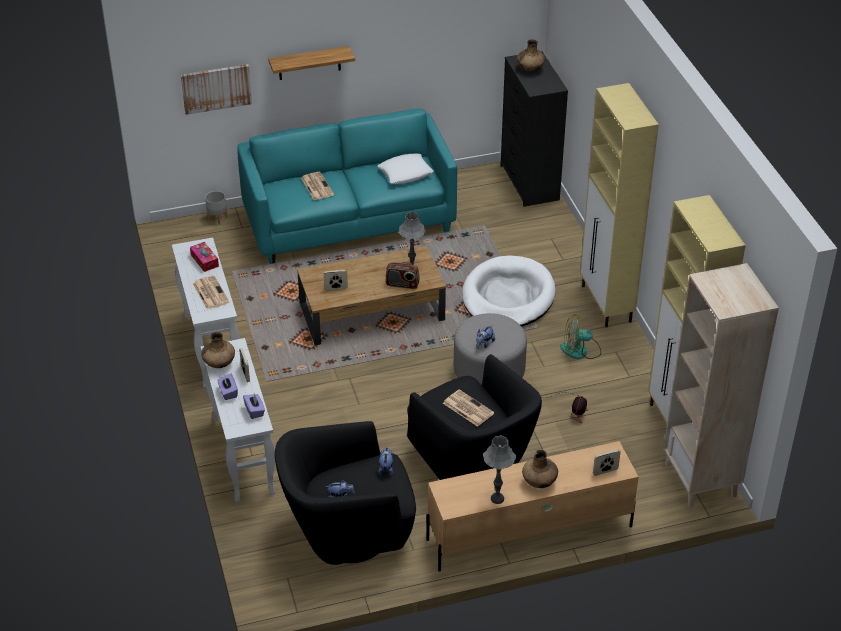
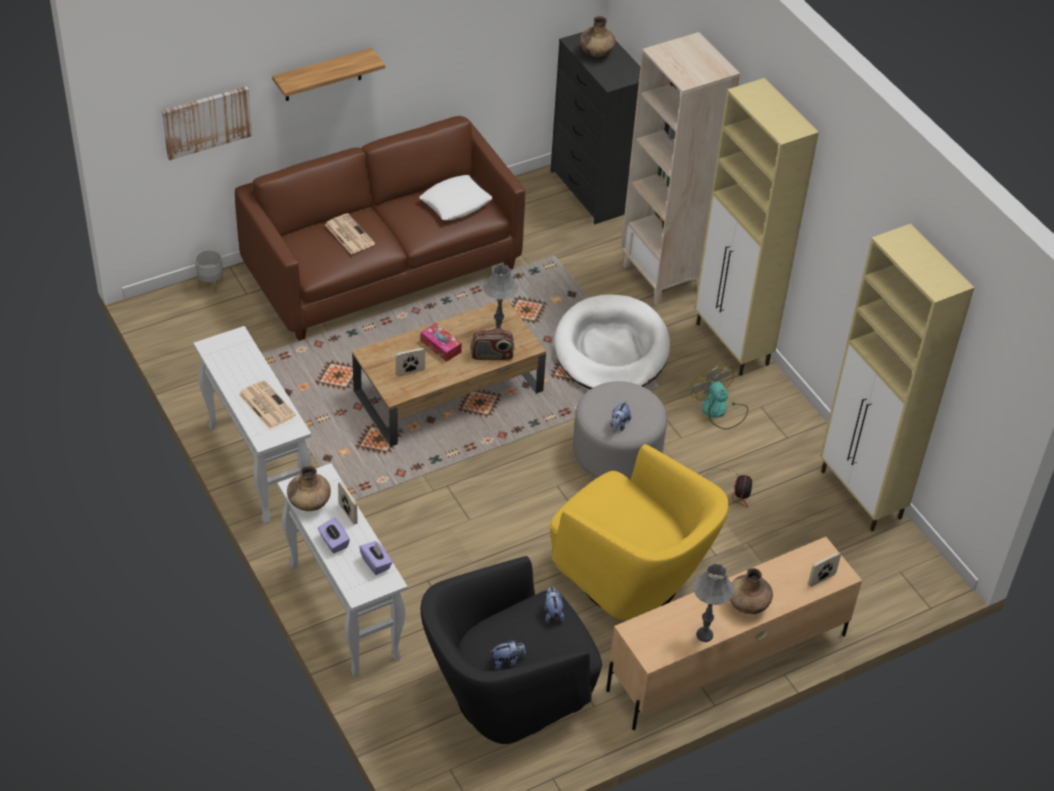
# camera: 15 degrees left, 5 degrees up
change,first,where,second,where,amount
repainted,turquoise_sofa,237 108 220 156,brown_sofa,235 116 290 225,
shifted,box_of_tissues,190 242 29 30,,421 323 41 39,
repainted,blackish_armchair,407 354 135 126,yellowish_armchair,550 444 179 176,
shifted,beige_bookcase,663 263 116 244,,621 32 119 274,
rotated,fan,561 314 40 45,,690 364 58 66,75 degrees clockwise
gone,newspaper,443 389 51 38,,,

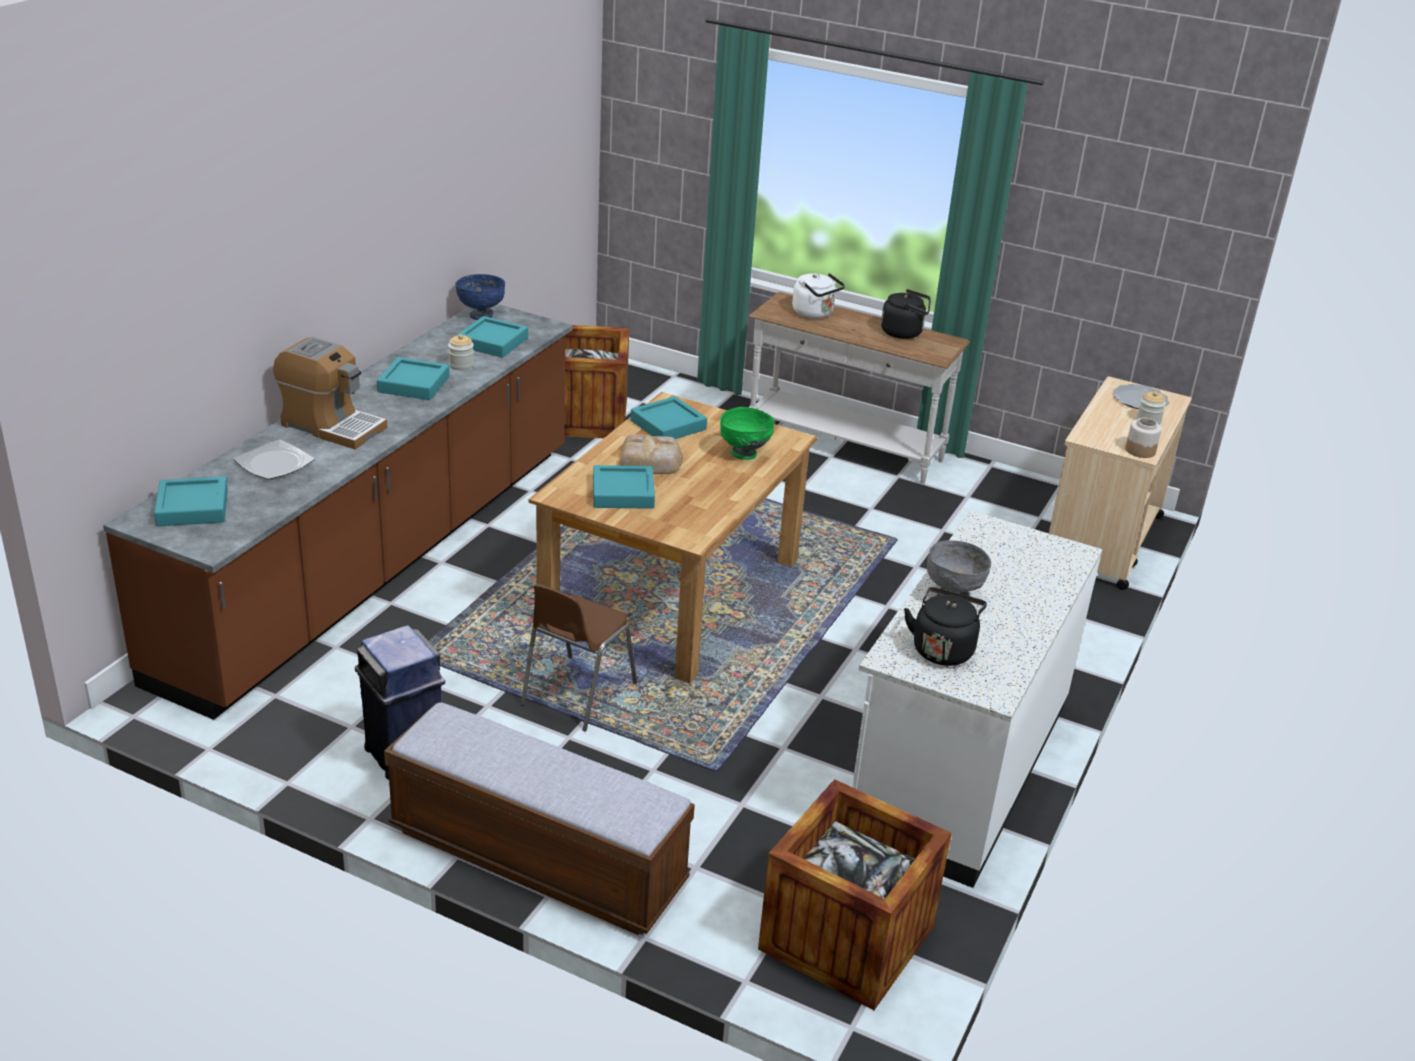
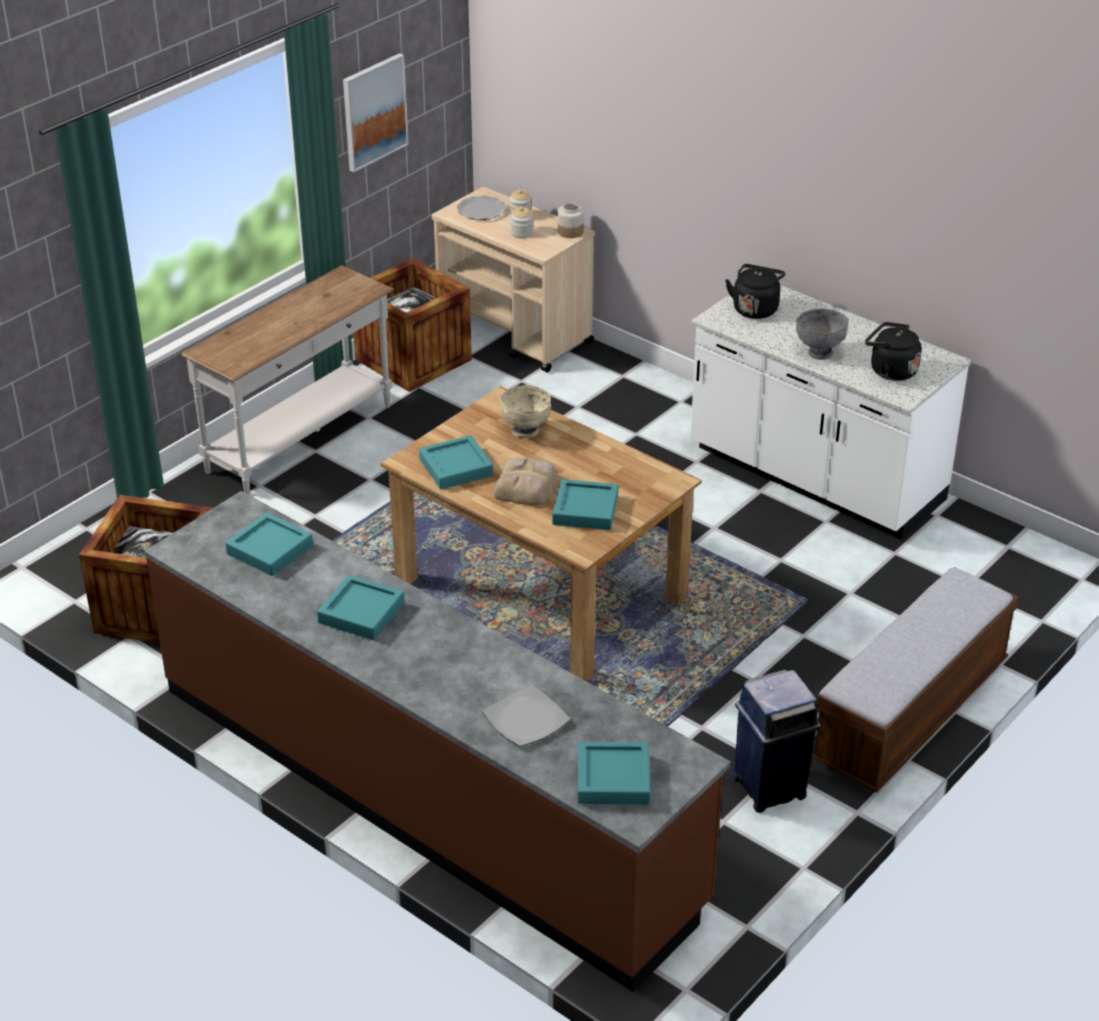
# camera: 75 degrees left, 5 degrees up
change,first,where,second,where,amount
new,,,wall_art,343 53 66 119,
shifted,packing_crate,758 779 194 231,,353 258 119 134,
repainted,green_serving_bowl,720 407 55 53,beige_serving_bowl,500 385 51 53,
shifted,jar,448 334 26 37,,511 207 22 32,
shifted,blackish_kettle,881 289 50 50,,725 264 60 55,
gone,coffee_brewer,273 337 115 113,,,
gone,blue-coloured_serving_bowl,455 274 50 46,,,
gone,brown_upright_chair,521 584 116 147,,,
gone,white_kettle,792 273 53 46,,,

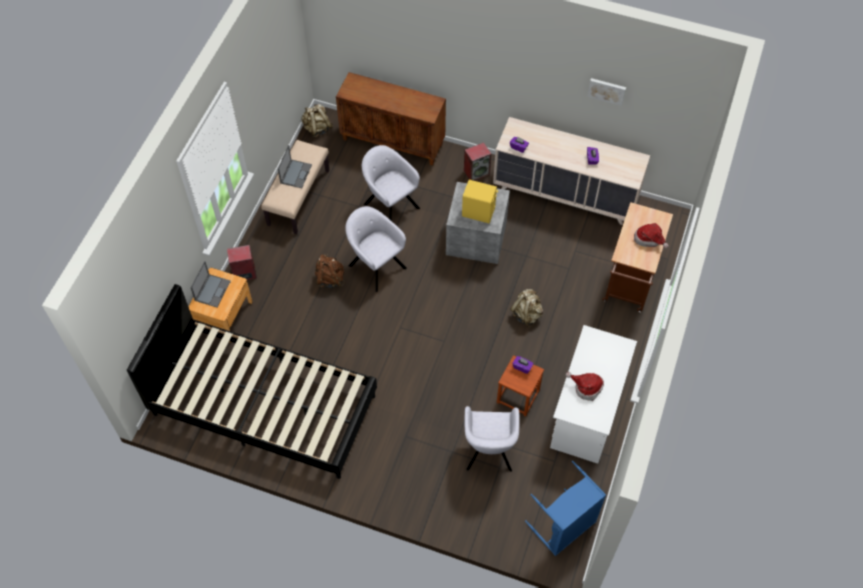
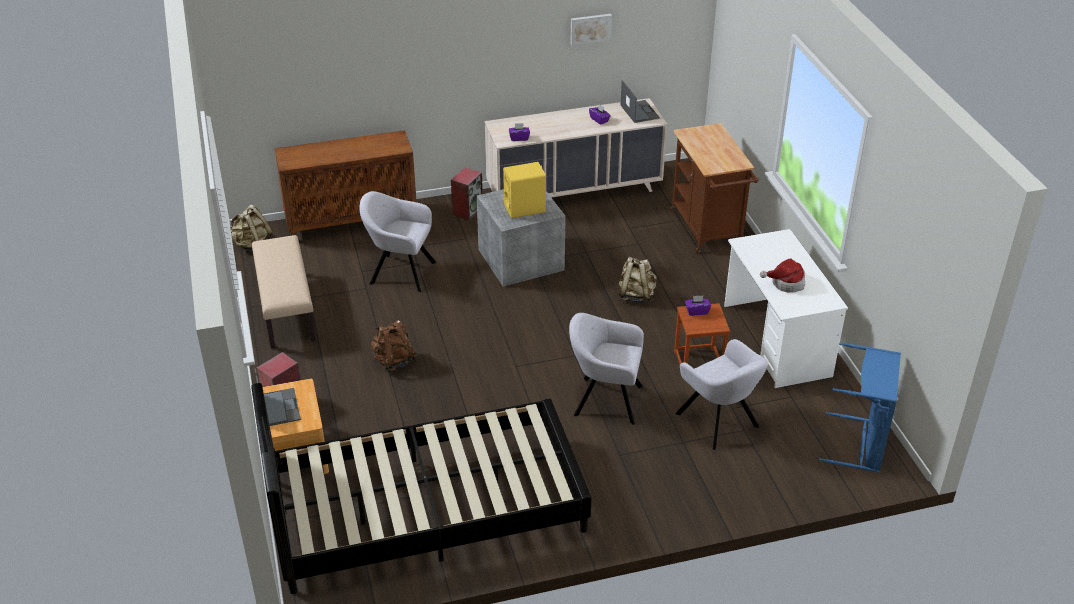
# camera: 35 degrees left, 20 degrees down
change,first,where,second,where,amount
shifted,gray_armchair,345 206 62 86,,569 313 75 112,
shifted,portable_computer,278 145 34 43,,620 80 40 43,
gone,hat,634 223 35 25,,,

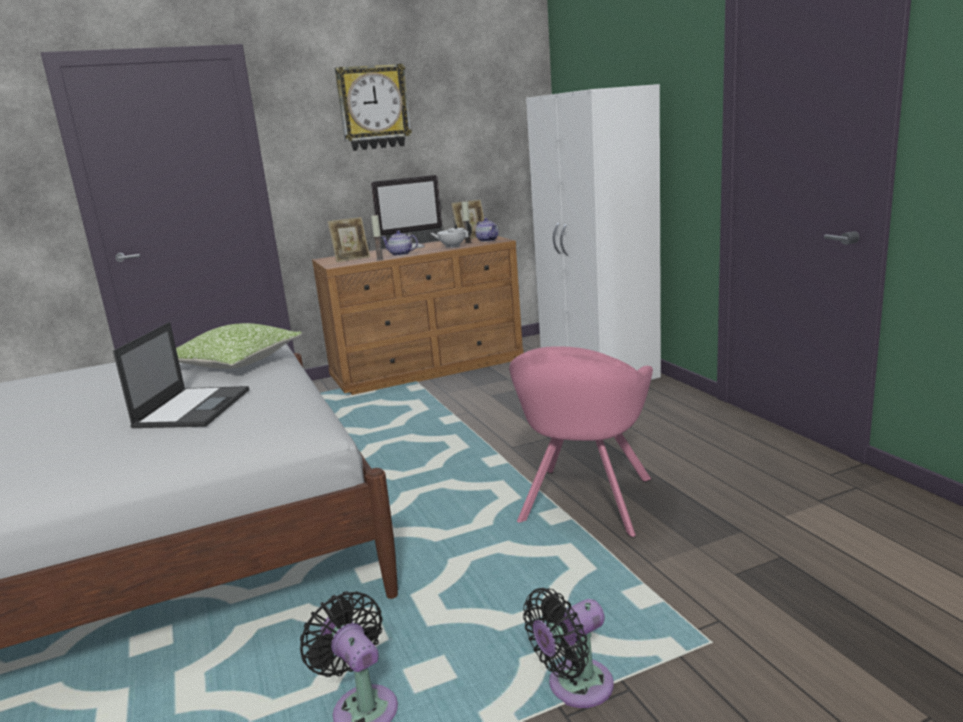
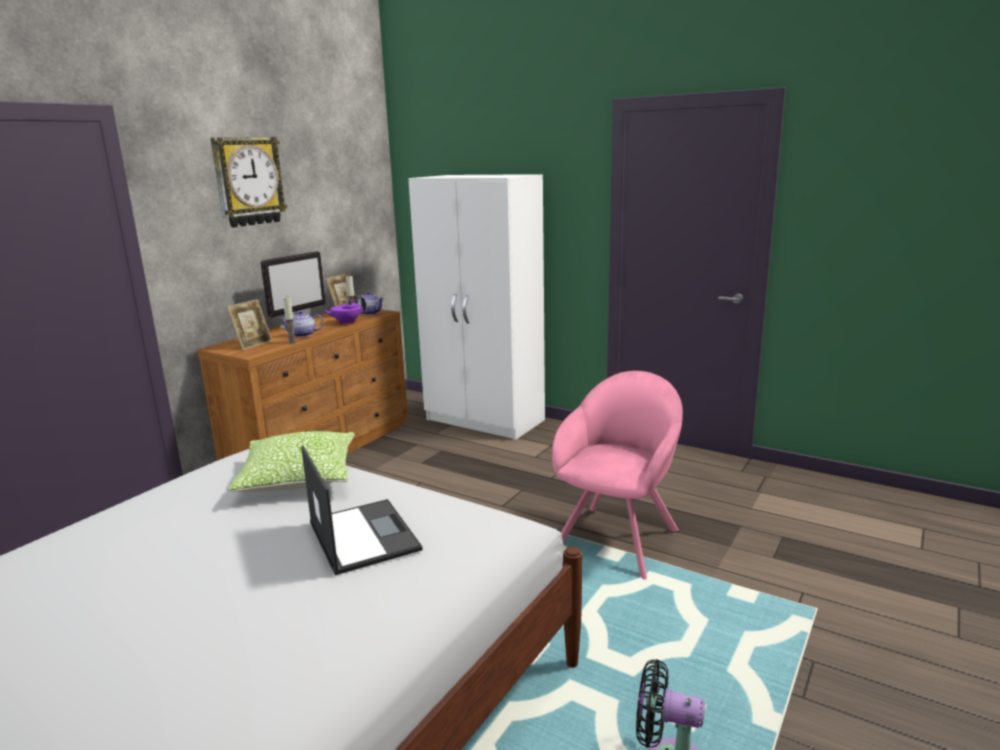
# camera: 35 degrees left, 0 degrees up
change,first,where,second,where,amount
repainted,white_teapot,430 220 42 28,purple-coloured_teapot,322 296 44 28,
rotated,pink-coloured_armchair,509 346 144 191,,552 371 131 209,135 degrees counterclockwise
gone,blackish_fan,523 588 91 120,,,

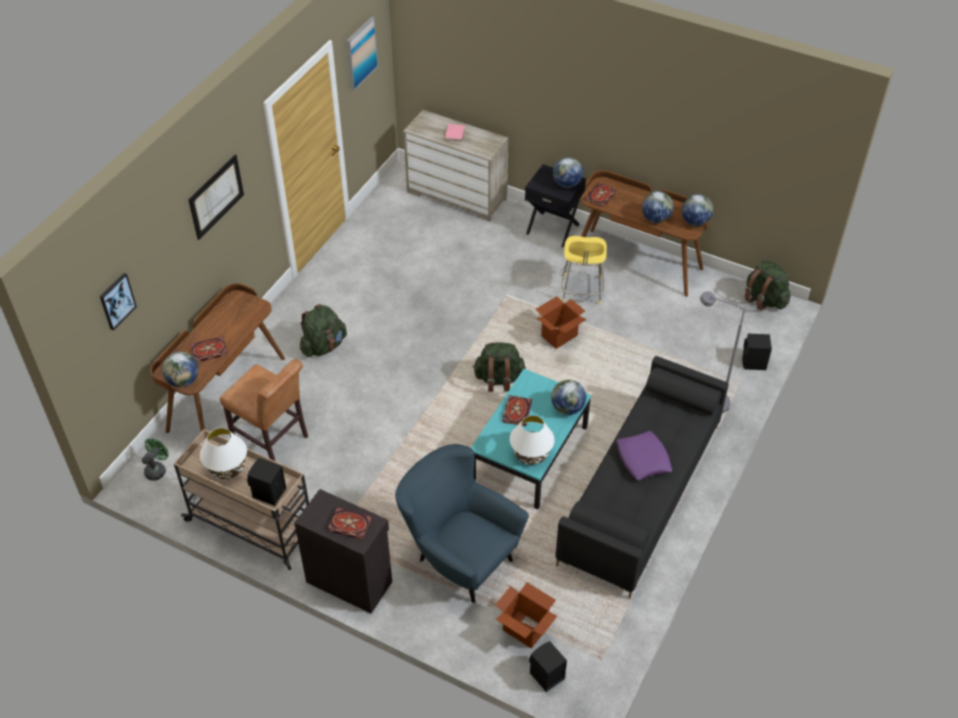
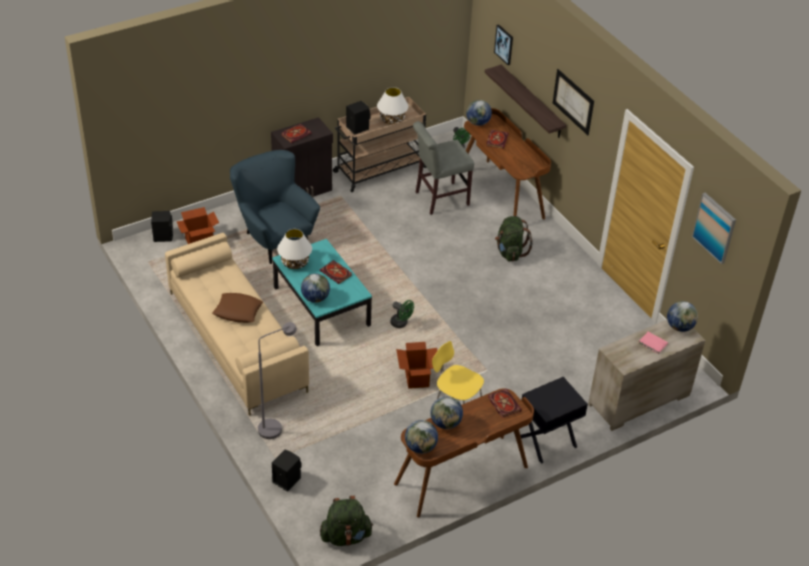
# camera: 120 degrees right, 5 degrees down
change,first,where,second,where,amount
repainted,blackish_sofa,555 356 174 243,beige_sofa,165 233 144 183,
repainted,purple-coloured_throw_pillow,617 431 55 49,brown_throw_pillow,212 293 51 30,
rotated,blue-coloured_armchair,395 444 134 159,,230 150 90 114,105 degrees counterclockwise
swapped,green_backpack,473 342 53 50,green_fan,390 300 24 28,
repainted,brown_upright_chair,220 359 88 102,gray_upright_chair,413 121 61 94,
new,,,wall_shelf,485 65 81 73,
shifted,world_globe,553 157 30 31,,667 301 31 31,

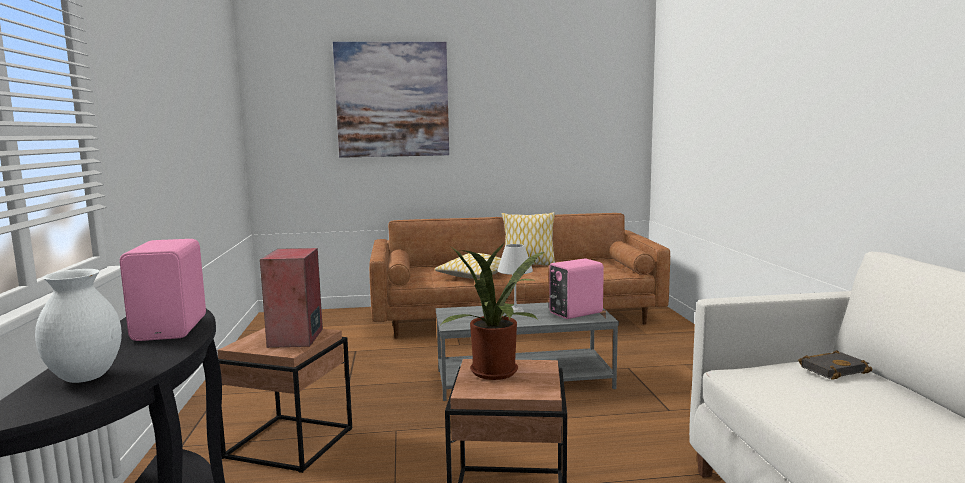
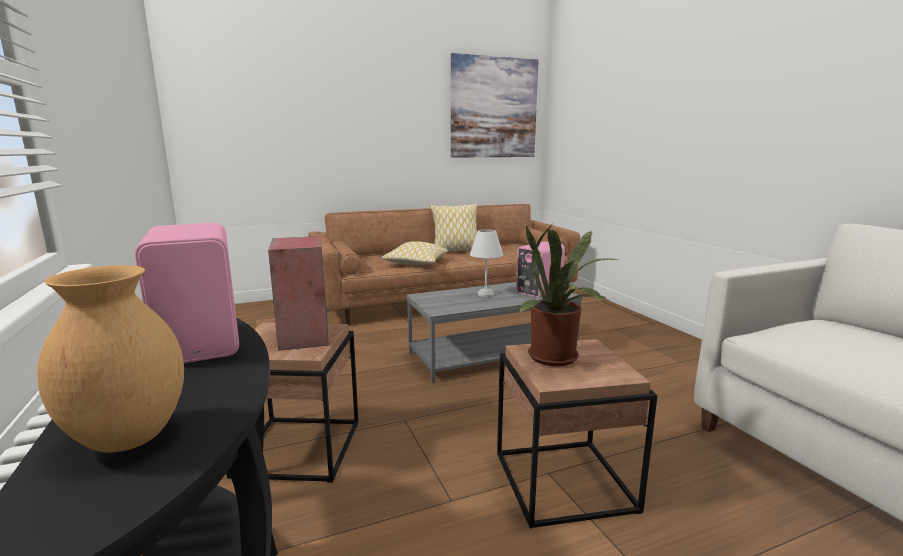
# camera: 15 degrees left, 5 degrees up
change,first,where,second,where,amount
repainted,white_vase,35 269 87 114,brown_vase,37 265 147 188,
shifted,wall_art,333 42 116 116,,451 53 88 105,
gone,blackish_bound_book,798 350 75 30,,,

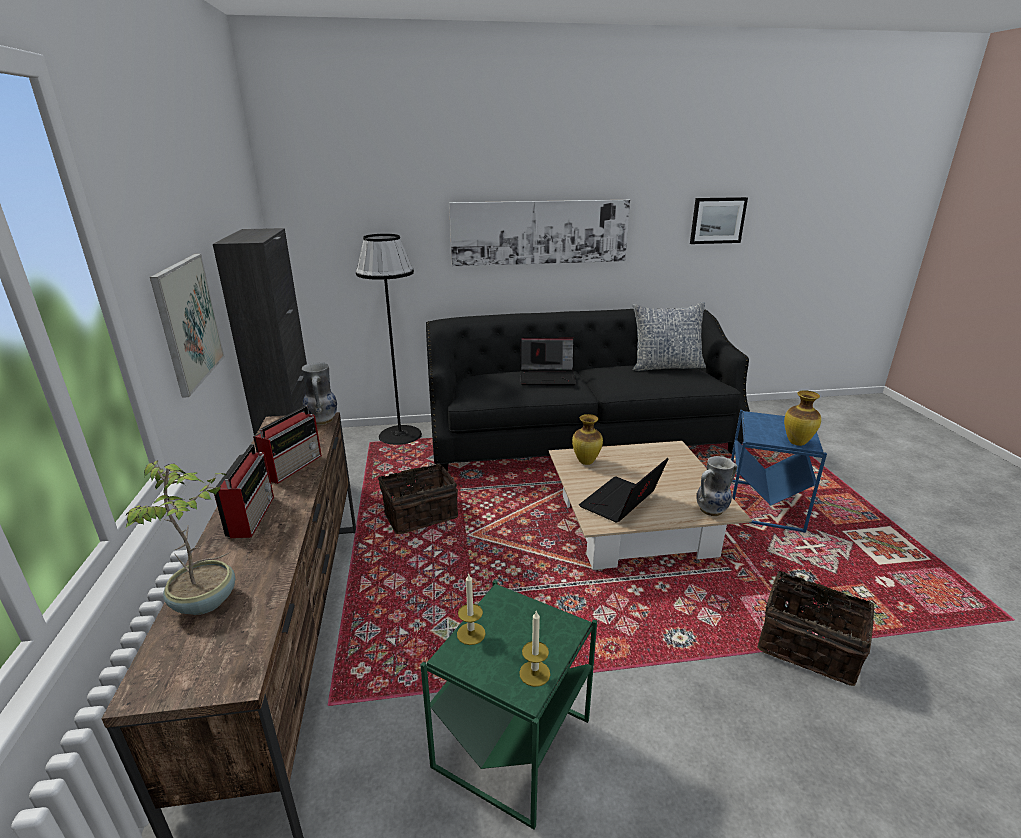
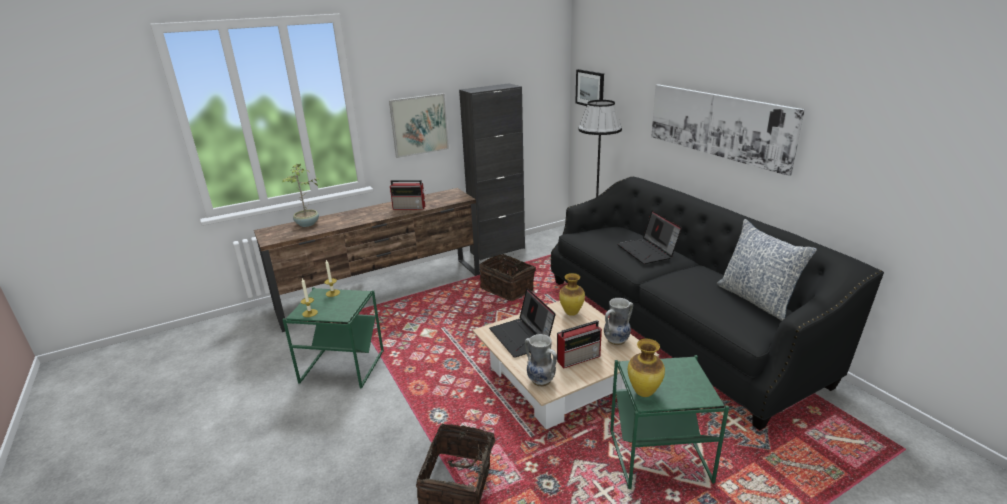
# camera: 70 degrees right, 0 degrees up
change,first,where,second,where,amount
rotated,portable_computer,579 458 89 65,,489 288 67 70,135 degrees counterclockwise
shifted,radio,214 444 60 94,,557 320 45 48,
shifted,wall_art,690 197 58 47,,575 69 29 37,
shifted,vase,302 362 35 63,,604 298 29 47,
repainted,blue-coloured_end_table,731 410 96 123,green_end_table,610 355 119 134,

